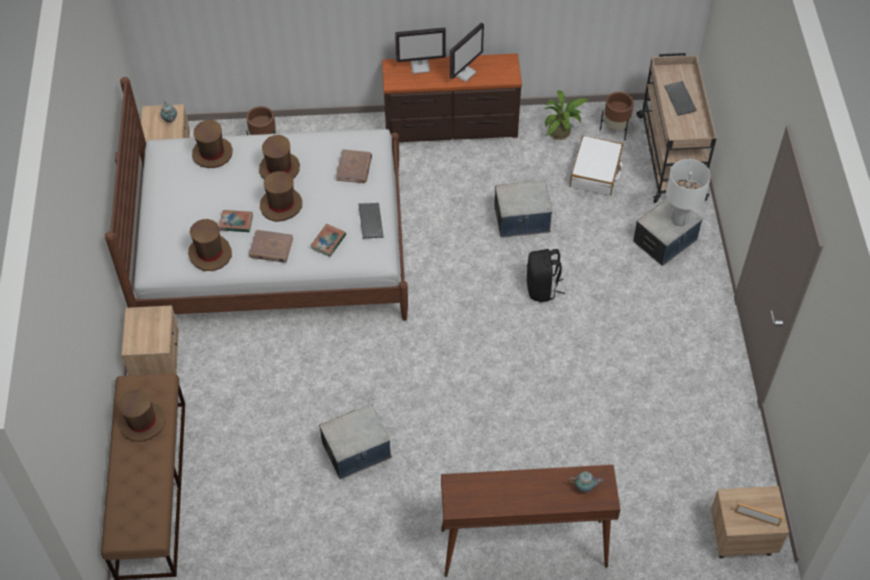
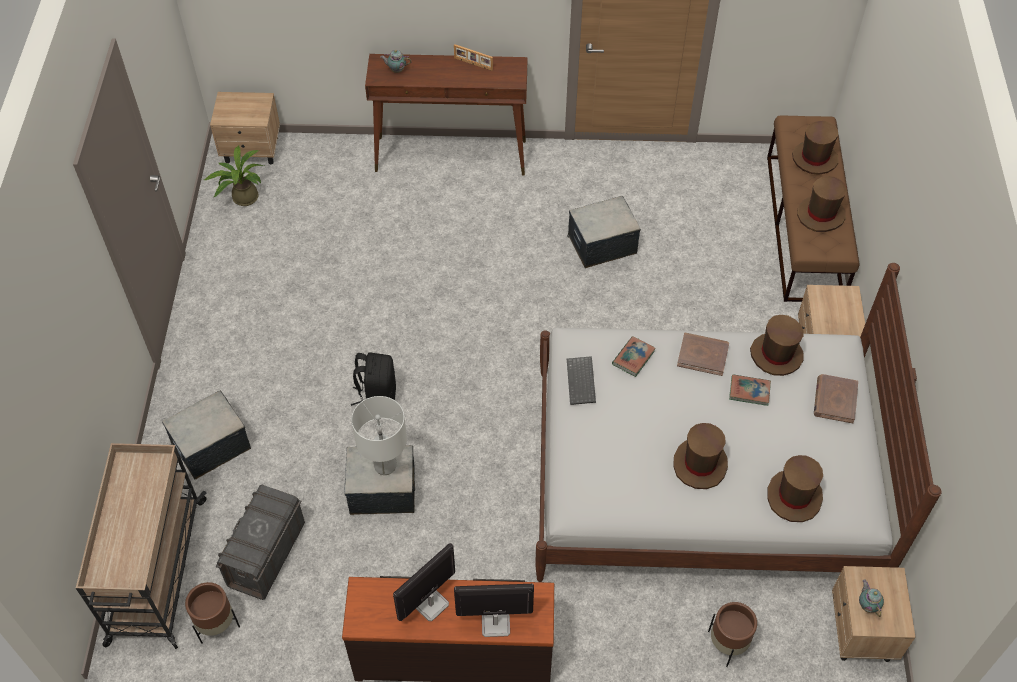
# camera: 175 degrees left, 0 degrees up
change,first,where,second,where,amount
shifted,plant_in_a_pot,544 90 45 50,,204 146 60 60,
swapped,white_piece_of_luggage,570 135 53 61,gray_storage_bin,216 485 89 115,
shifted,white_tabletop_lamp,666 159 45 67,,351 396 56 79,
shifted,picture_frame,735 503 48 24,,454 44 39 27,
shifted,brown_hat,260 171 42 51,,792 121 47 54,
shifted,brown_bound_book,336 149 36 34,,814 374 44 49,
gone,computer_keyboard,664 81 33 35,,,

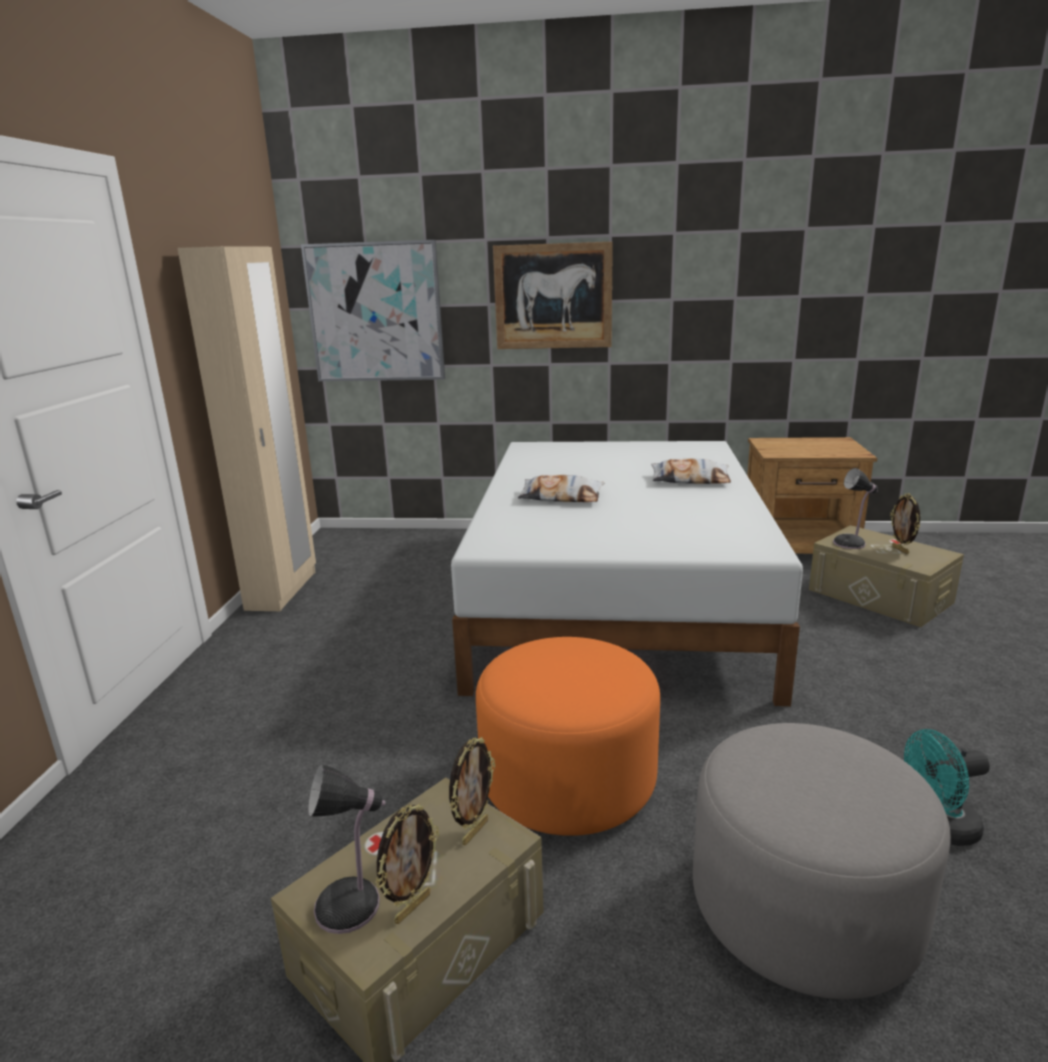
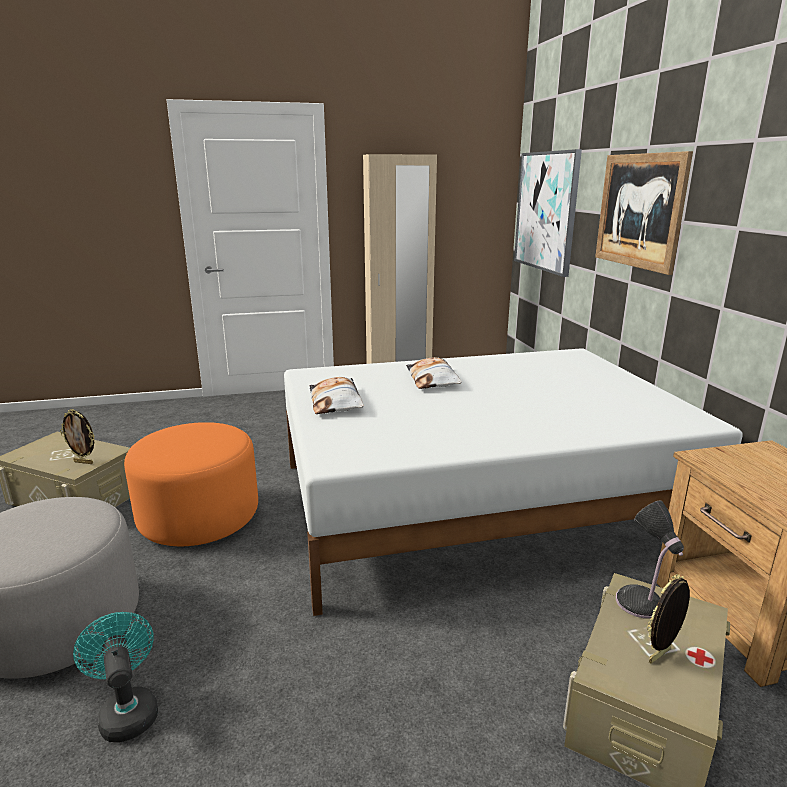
# camera: 70 degrees right, 0 degrees up
change,first,where,second,where,amount
shifted,throw_pillow,651 459 80 25,,310 377 54 37,
gone,tabletop_lamp,308 764 78 170,,,
gone,picture_frame,375 804 64 120,,,

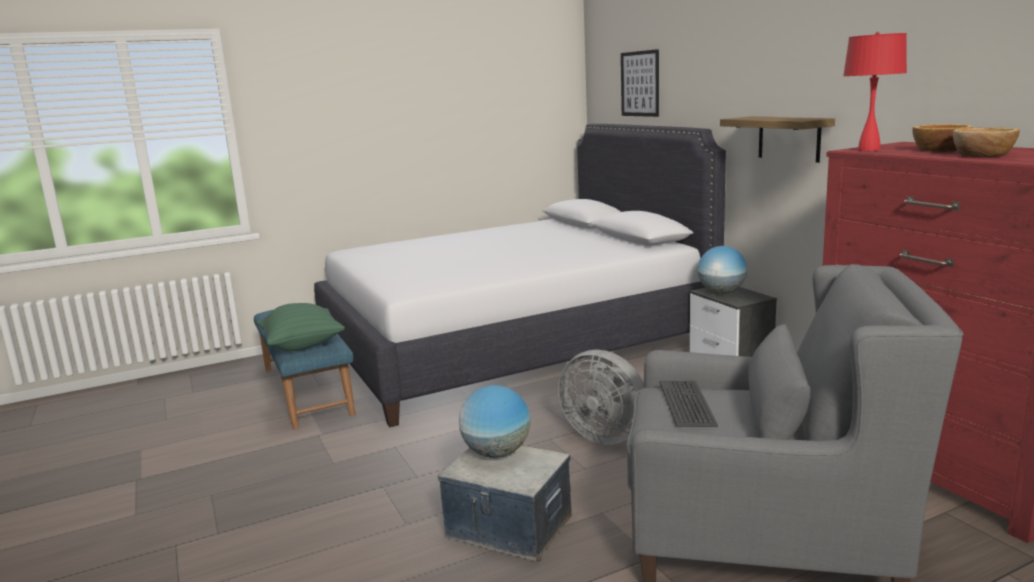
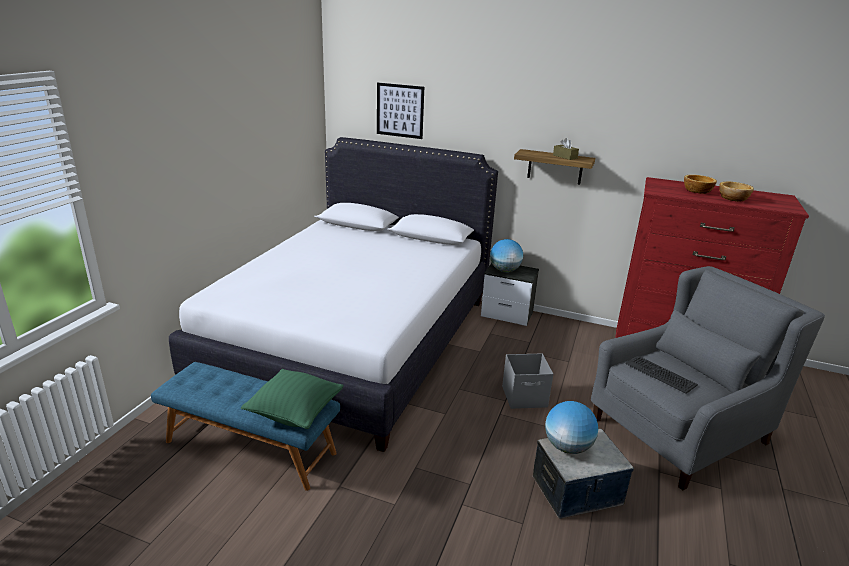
# camera: 45 degrees left, 10 degrees up
change,first,where,second,where,amount
swapped,gray_fan,558 350 86 95,gray_storage_bin,502 353 51 56,
new,,,brown_box_of_tissues,553 138 26 22,
gone,red-coloured_tabletop_lamp,843 32 64 119,,,

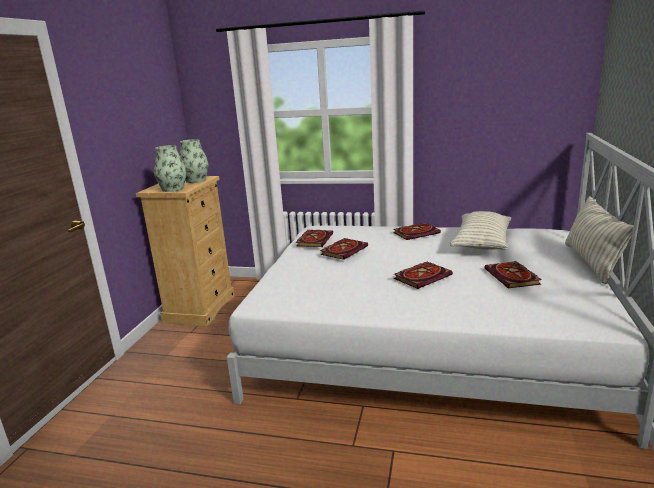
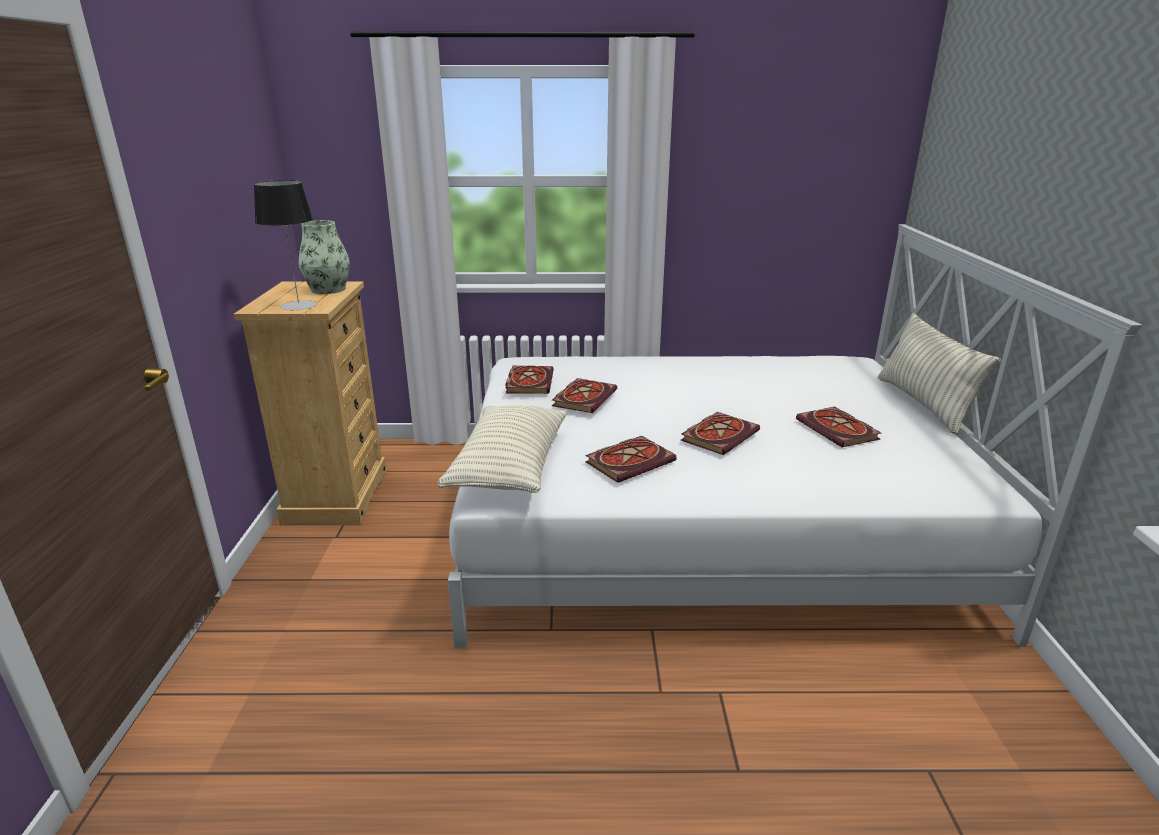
# camera: 15 degrees left, 5 degrees up
change,first,where,second,where,amount
swapped,vase,154 145 32 47,tabletop_lamp,254 180 63 131,
shifted,throw_pillow,450 211 62 39,,437 406 130 87,
shifted,bound_book,393 223 48 17,,585 436 92 47,

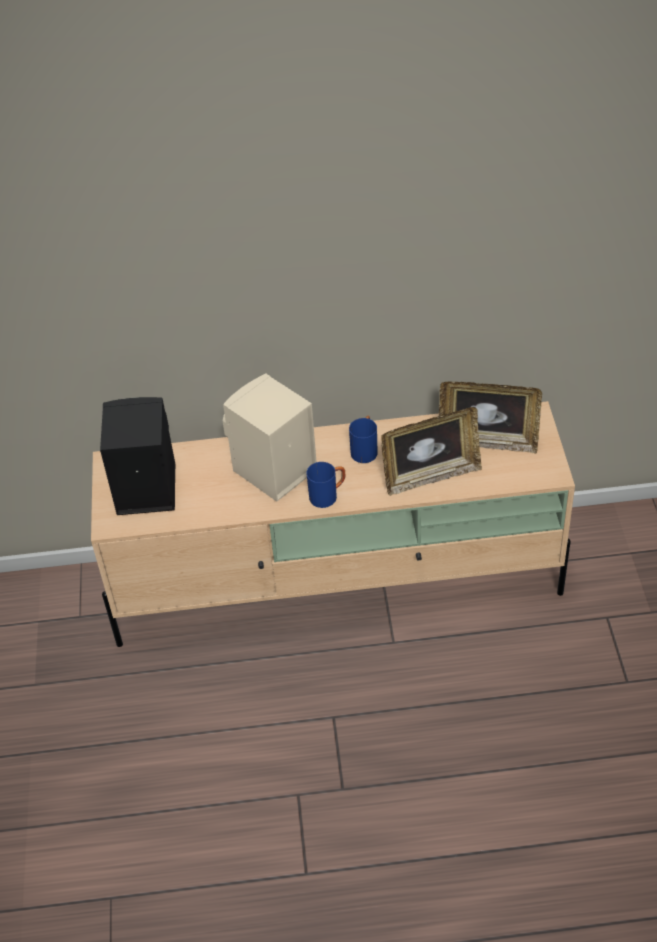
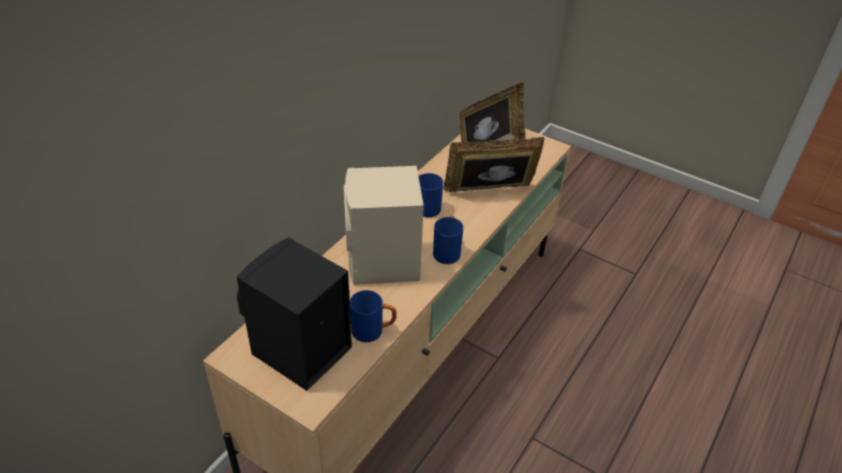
# camera: 55 degrees left, 5 degrees down
change,first,where,second,where,amount
new,,,blue-coloured_coffee_mug,350 290 47 52,
rotated,picture_frame,381 407 101 89,,443 137 102 55,120 degrees counterclockwise

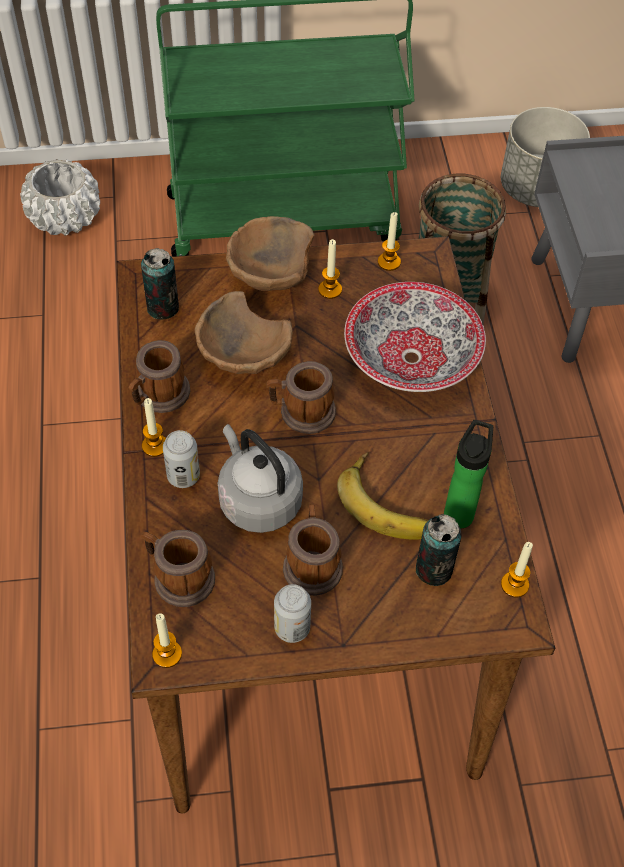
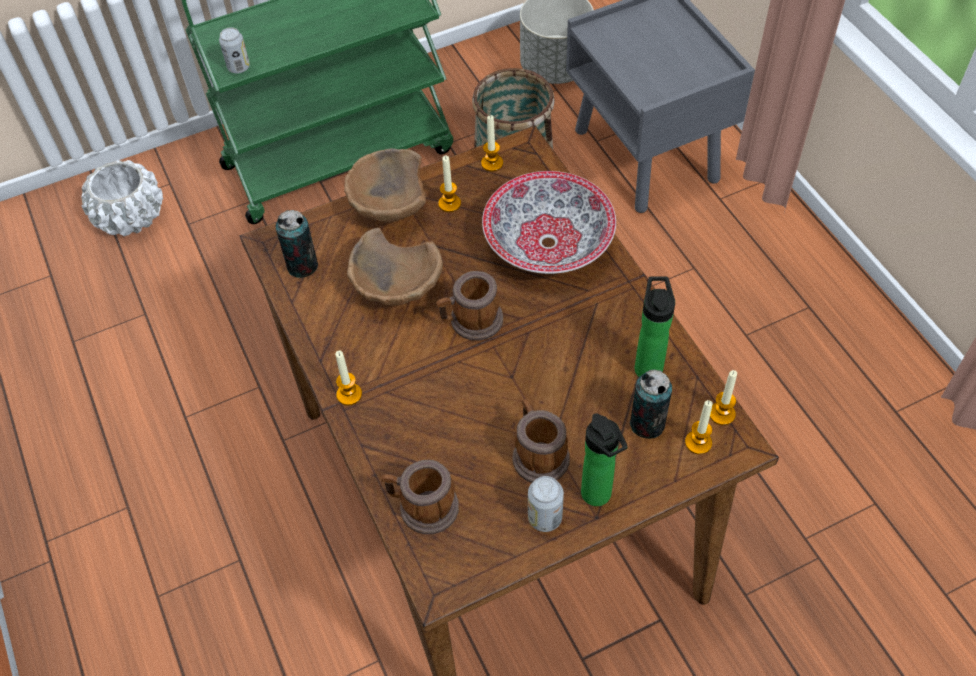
# camera: 15 degrees left, 0 degrees up
change,first,where,second,where,amount
shifted,metal_can,163 430 37 58,,219 27 31 46,
new,,,drink_bottle,581 413 47 93,
shifted,wax_candle,152 613 30 55,,685 400 28 54,
gone,coffee_mug,129 340 61 73,,,
gone,gray_kettle,217 424 86 109,,,
gone,banana,337 452 91 88,,,

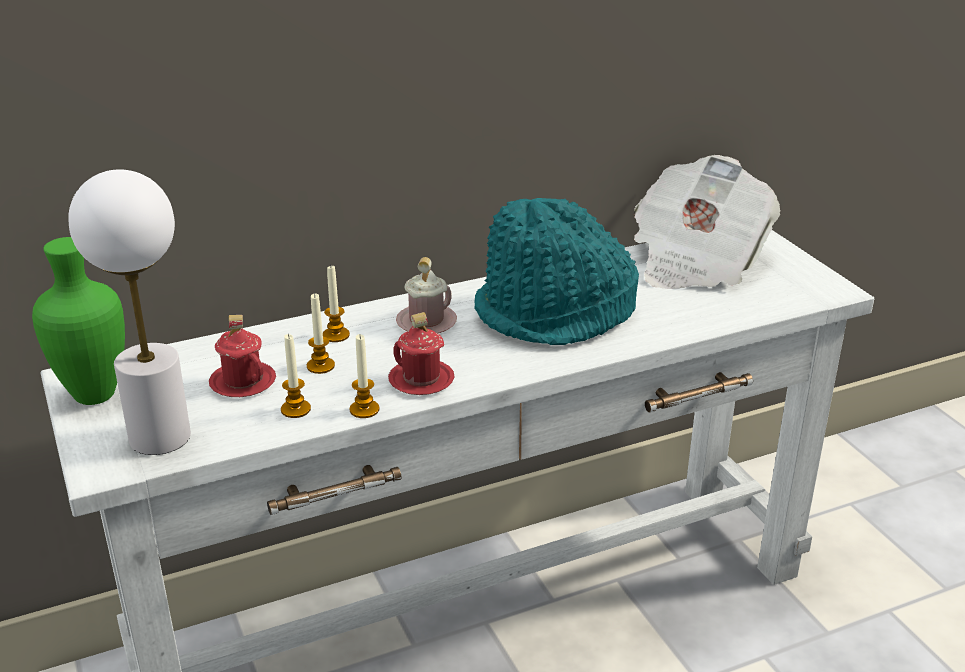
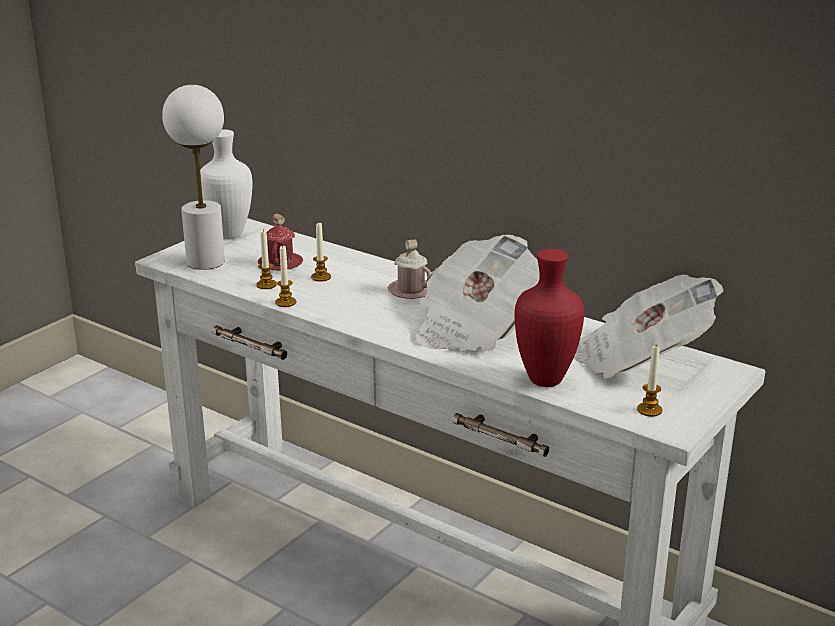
# camera: 60 degrees right, 5 degrees down
change,first,where,second,where,amount
repainted,green_vase,32 237 93 168,white_vase,200 129 52 110,
swapped,turquoise_hat,474 198 165 147,newspaper,415 235 125 117,
new,,,red-coloured_vase,515 249 69 138,
shifted,wax_candle,323 264 27 78,,637 346 25 71,
gone,red-coloured_coffee_mug,388 312 67 83,,,

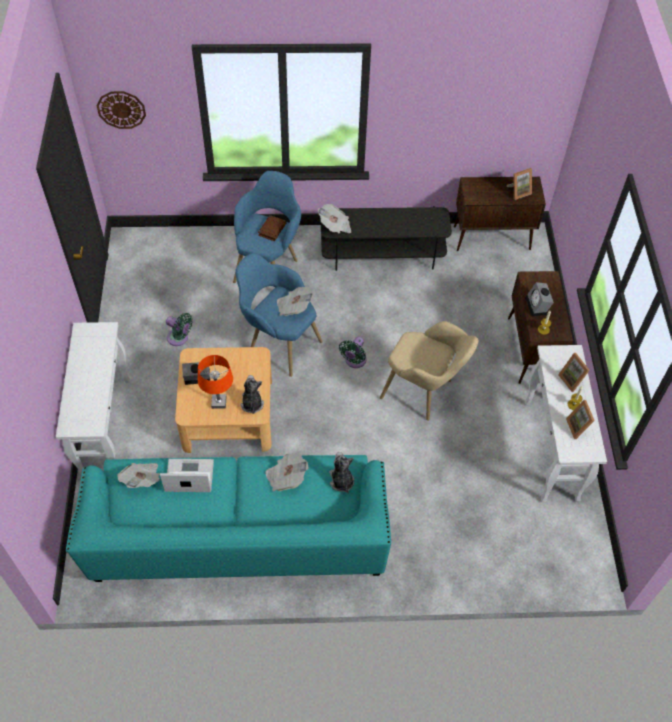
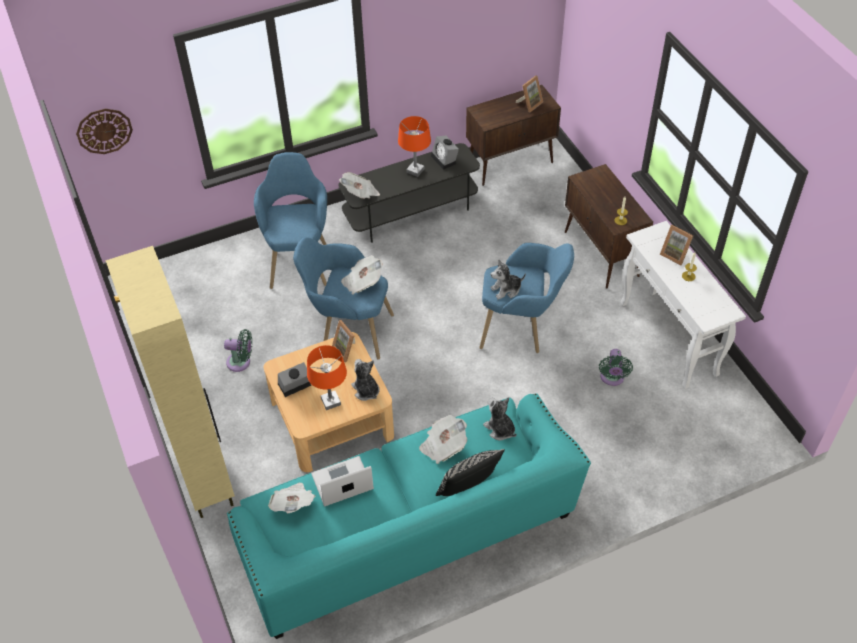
# camera: 20 degrees left, 5 degrees down
change,first,where,second,where,amount
swapped,white_console_table,56 322 74 156,beige_storage_cabinet,105 246 130 272,
shifted,picture_frame,566 400 29 39,,332 320 23 42,
new,,,orange-coloured_tabletop_lamp,398 116 33 61,
shifted,table_clock,525 282 29 34,,431 135 28 35,
new,,,blackish_throw_pillow,436 449 69 47,
repainted,beige_armchair,380 321 98 100,blue-coloured_armchair,479 243 95 110,
new,,,cuddly_toy,491 260 35 39,
shifted,green_fan,339 337 27 31,,599 349 34 37,
gone,brown_bound_book,258 215 29 26,,,

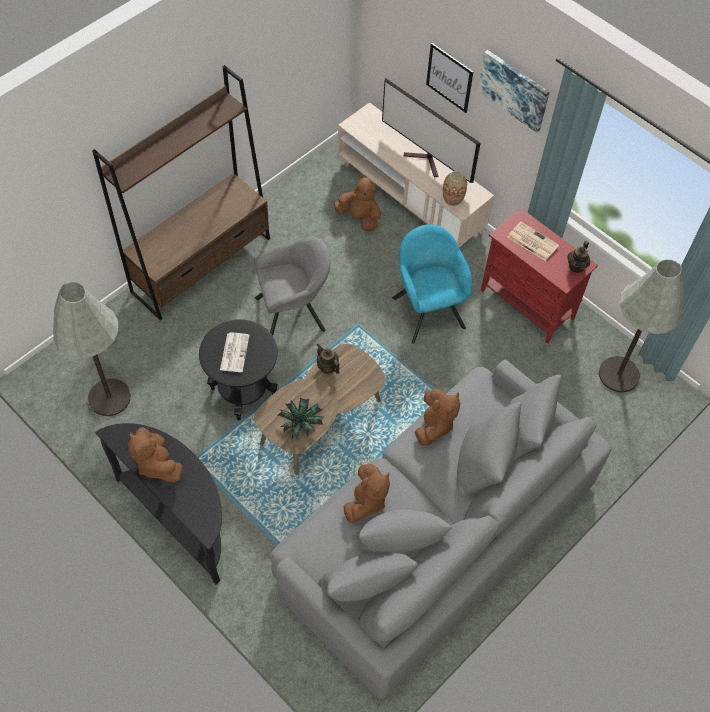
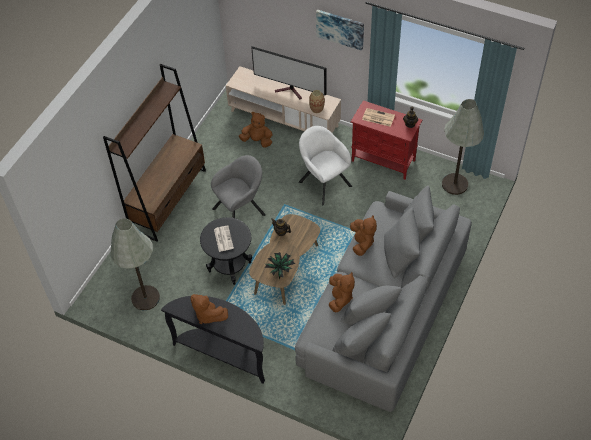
# camera: 15 degrees left, 5 degrees down
change,first,where,second,where,amount
repainted,turquoise_armchair,392 225 80 119,white_armchair,299 126 53 79,
gone,wall_art,426 43 47 70,,,

